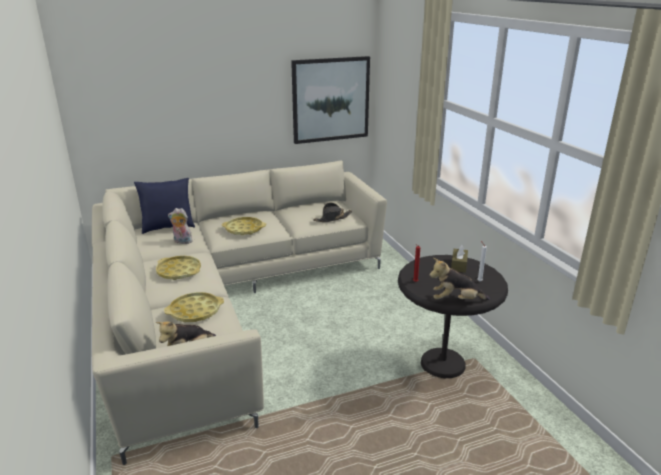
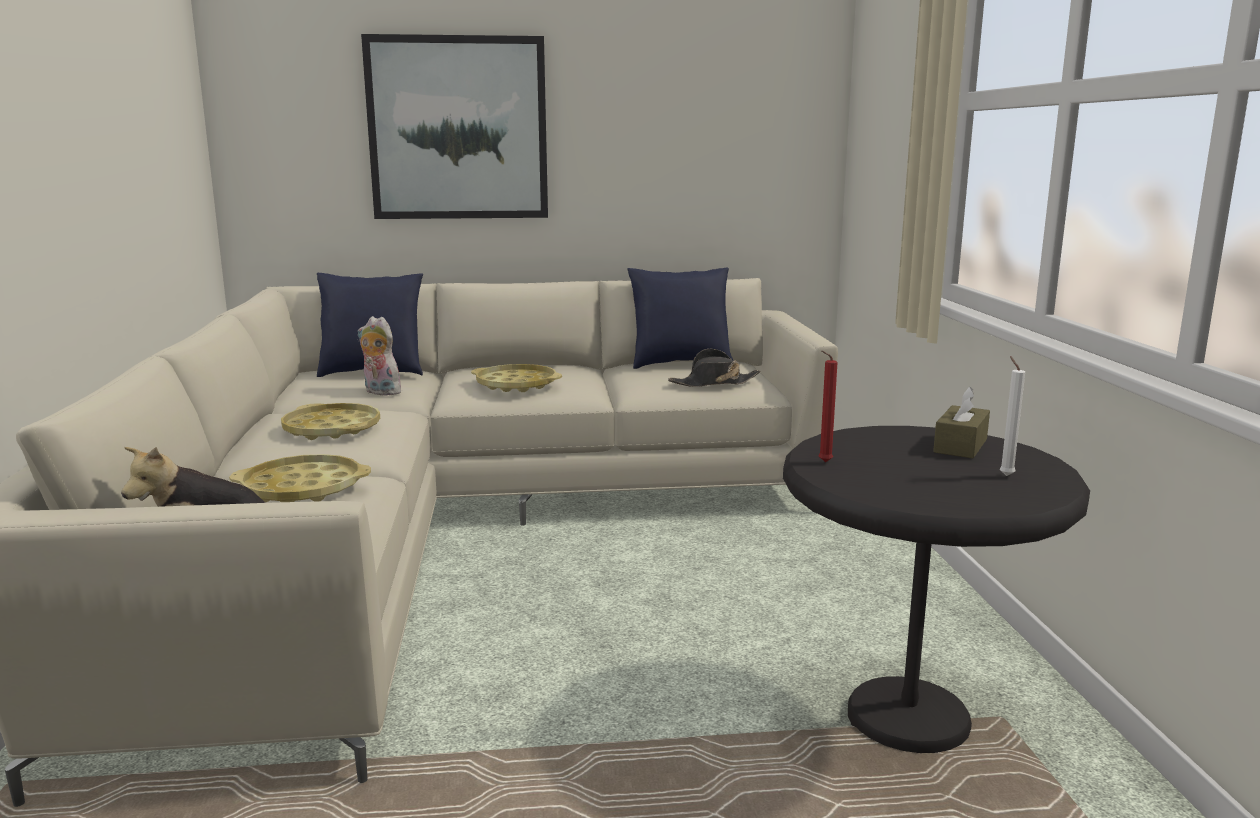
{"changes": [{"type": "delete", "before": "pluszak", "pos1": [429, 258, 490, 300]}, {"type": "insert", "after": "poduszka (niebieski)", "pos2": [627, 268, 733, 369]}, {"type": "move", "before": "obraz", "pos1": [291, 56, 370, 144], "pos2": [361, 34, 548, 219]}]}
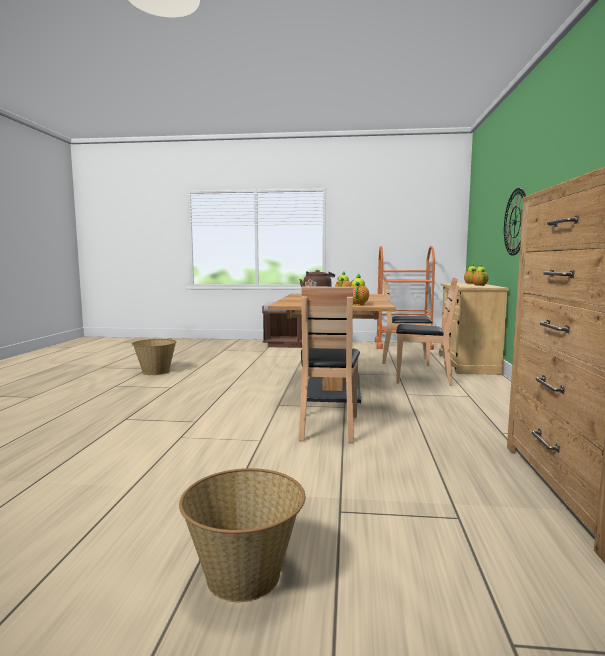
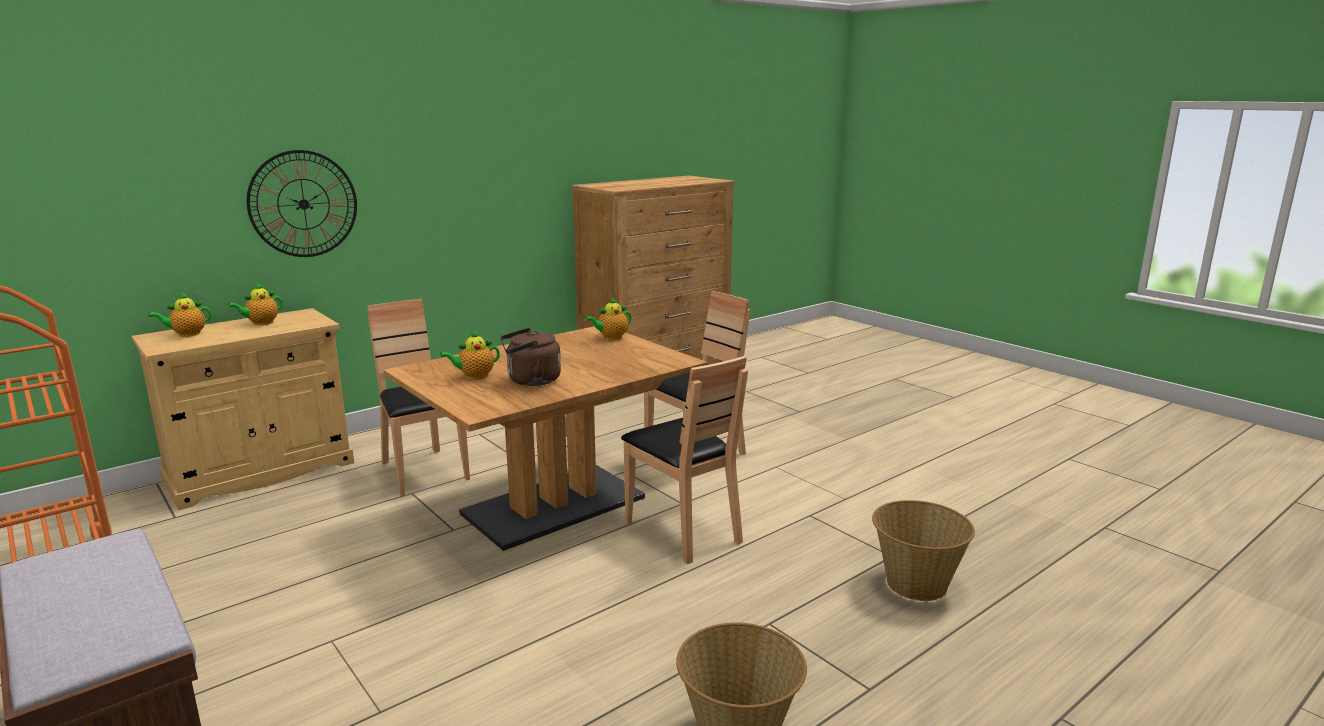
{"changes": [{"type": "move", "before": "koszyk", "pos1": [179, 468, 305, 602], "pos2": [872, 500, 975, 601]}, {"type": "move", "before": "krzesło (brązowy)", "pos1": [382, 275, 433, 366], "pos2": [621, 356, 748, 564]}]}
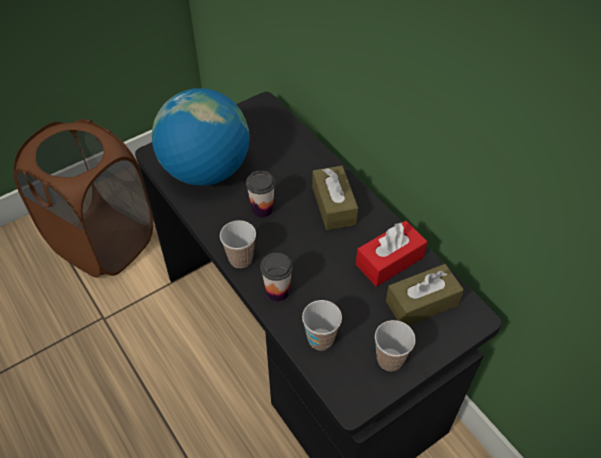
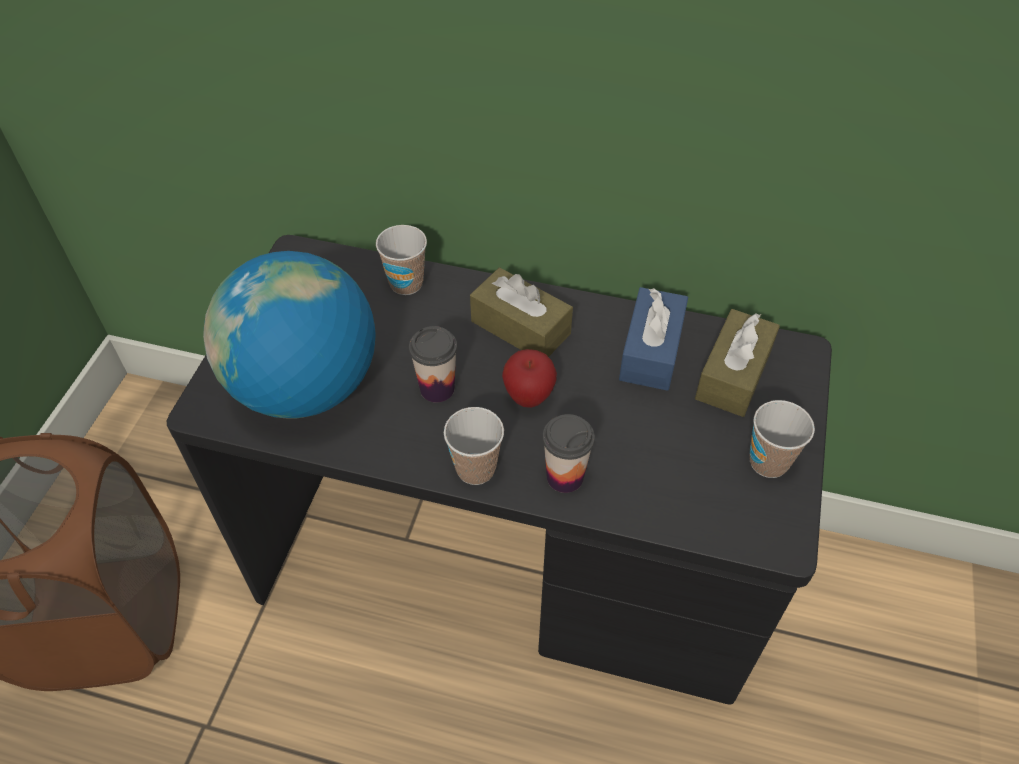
{"changes": [{"type": "insert", "after": "jabłko", "pos2": [502, 349, 557, 408]}, {"type": "move", "before": "filiżanka", "pos1": [302, 300, 342, 351], "pos2": [376, 225, 427, 295]}, {"type": "recolor", "before": "pudełko chusteczek (czerwony)", "after": "pudełko chusteczek (niebieski)", "pos1": [356, 221, 428, 287], "pos2": [619, 287, 688, 391]}]}
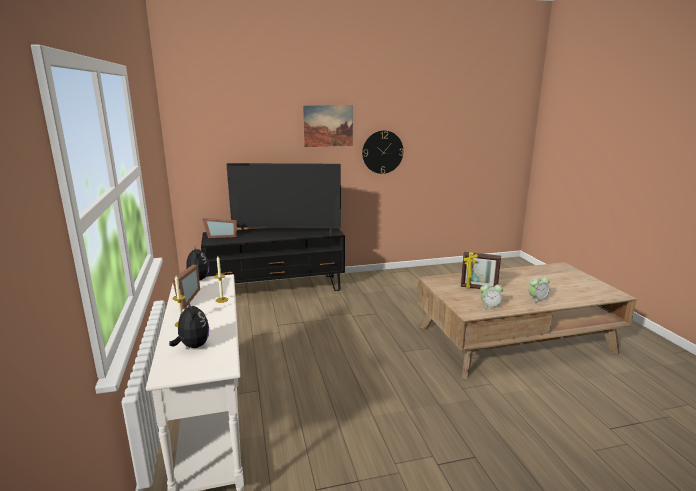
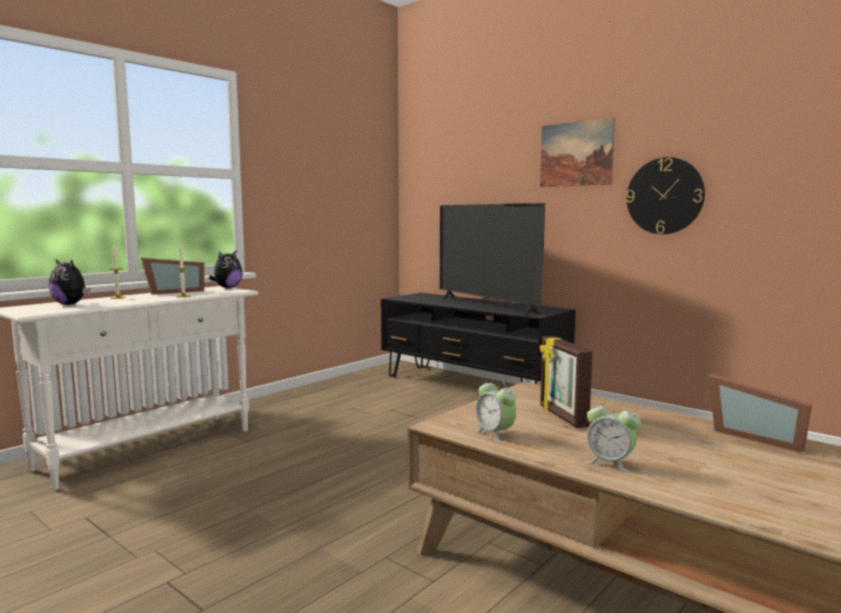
{"changes": [{"type": "move", "before": "ramka na zdjęcie", "pos1": [202, 218, 237, 238], "pos2": [708, 374, 812, 453]}, {"type": "rotate", "before": "pluszak", "pos1": [169, 300, 209, 348], "pos2": [49, 259, 91, 305], "turn": 90}]}
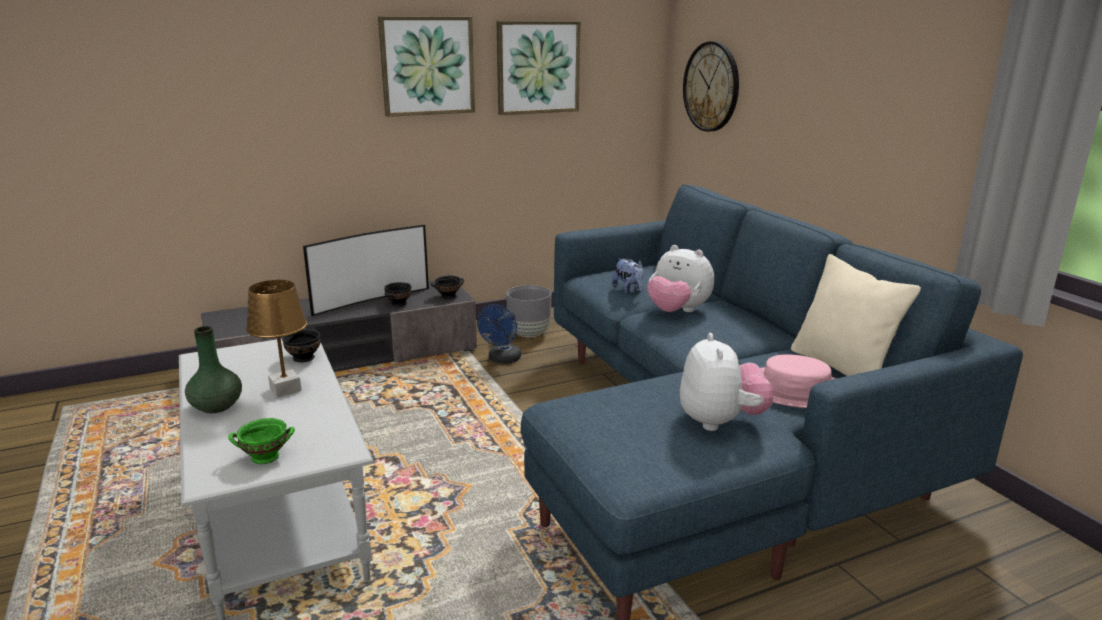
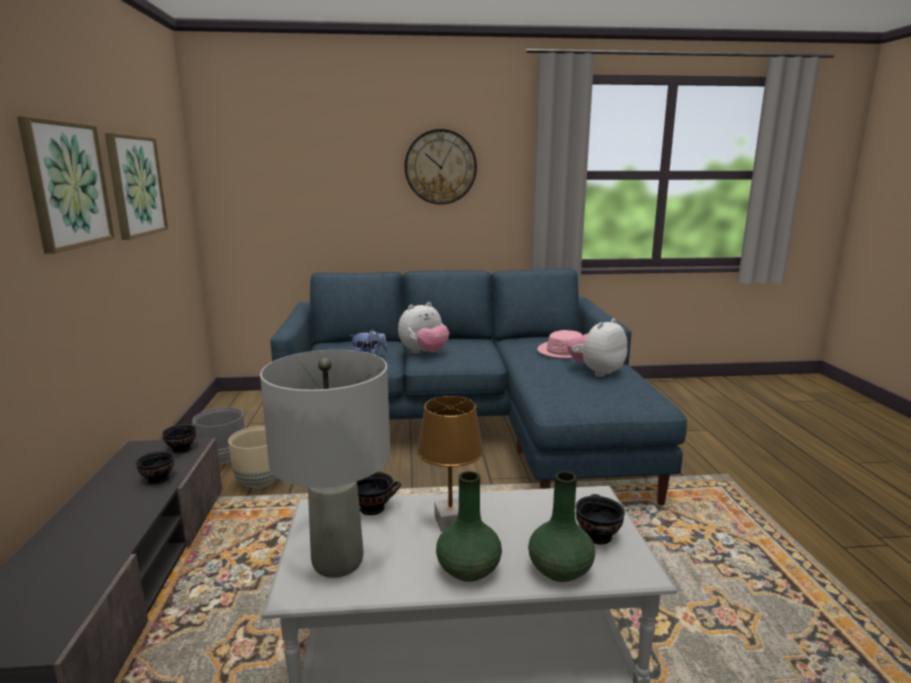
{"changes": [{"type": "delete", "before": "telewizor", "pos1": [303, 225, 429, 316]}, {"type": "delete", "before": "poduszka (beżowy)", "pos1": [791, 254, 921, 376]}, {"type": "insert", "after": "lampa stołowa (szary)", "pos2": [260, 350, 390, 578]}, {"type": "insert", "after": "wazon (zielony)", "pos2": [528, 471, 595, 582]}, {"type": "move", "before": "zegar ścienny", "pos1": [683, 41, 739, 132], "pos2": [405, 129, 477, 205]}, {"type": "replace", "before": "wentylator (niebieski)", "after": "donica (beżowy)", "pos1": [477, 304, 521, 364], "pos2": [228, 426, 278, 488]}, {"type": "recolor", "before": "miska (zielony)", "after": "miska (czarny)", "pos1": [228, 418, 295, 464], "pos2": [576, 494, 625, 545]}, {"type": "rotate", "before": "pluszak", "pos1": [680, 333, 773, 431], "pos2": [568, 318, 628, 377], "turn": -60}]}
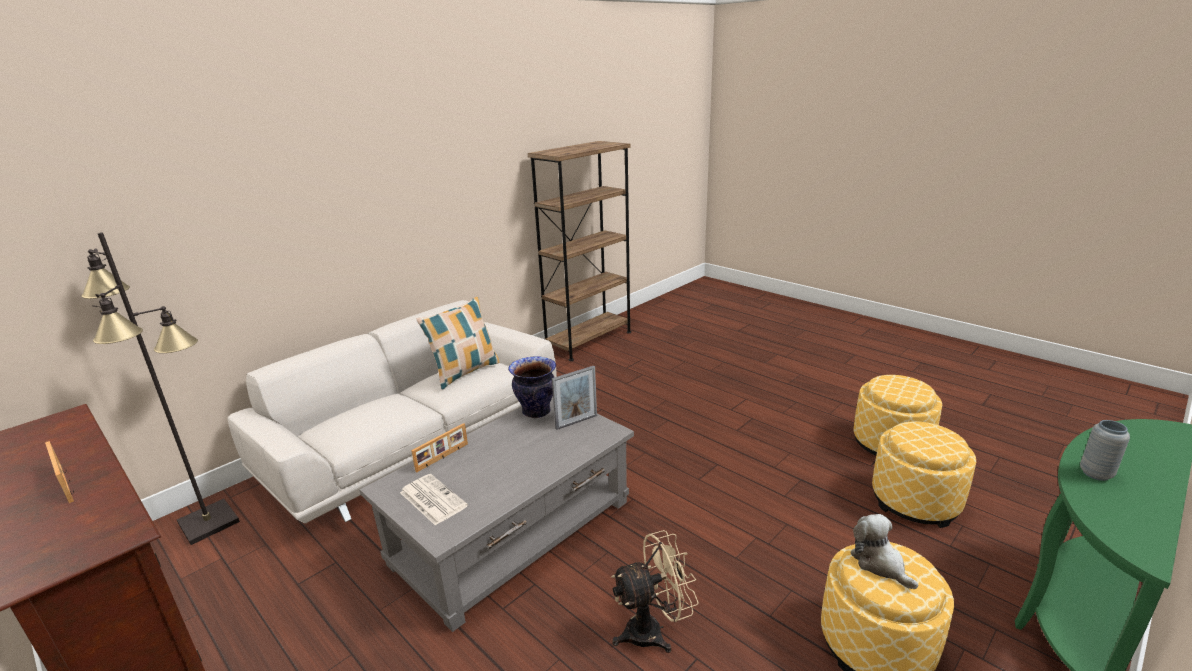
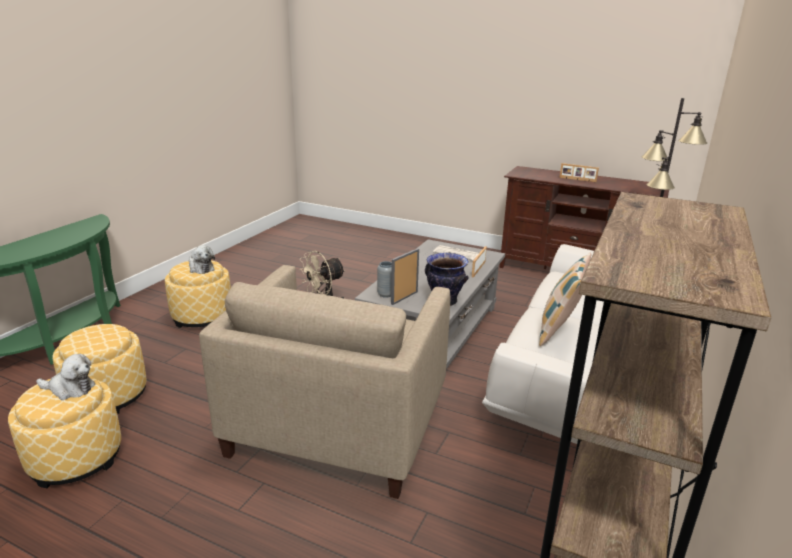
{"changes": [{"type": "insert", "after": "pluszak", "pos2": [36, 354, 95, 400]}, {"type": "insert", "after": "fotel (beżowy)", "pos2": [199, 265, 451, 499]}, {"type": "move", "before": "wazon (szary)", "pos1": [1080, 420, 1130, 481], "pos2": [377, 261, 392, 298]}]}
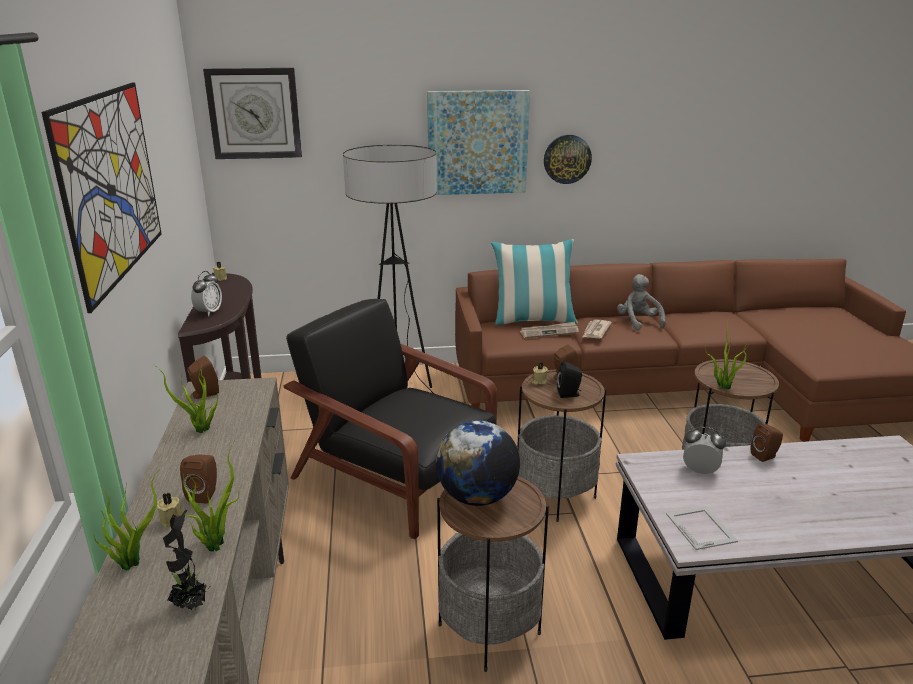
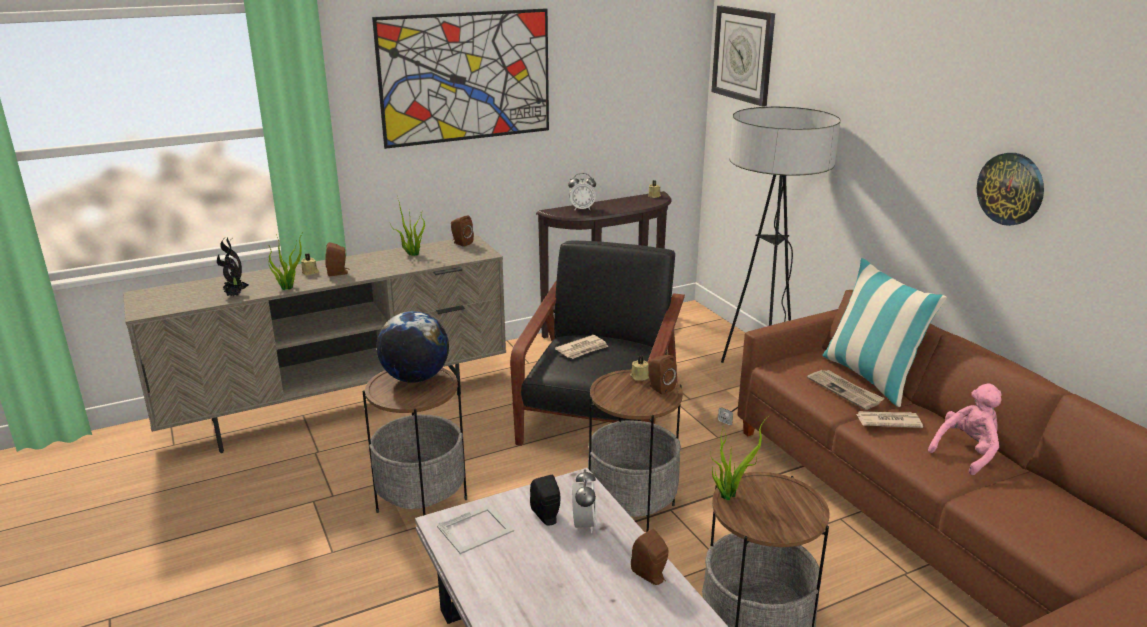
{"changes": [{"type": "delete", "before": "roślina doniczkowa", "pos1": [91, 469, 160, 570]}, {"type": "delete", "before": "obraz", "pos1": [427, 90, 530, 195]}, {"type": "insert", "after": "gazeta", "pos2": [555, 335, 609, 359]}, {"type": "move", "before": "głośnik (czarny)", "pos1": [557, 361, 582, 398], "pos2": [530, 475, 560, 526]}, {"type": "recolor", "before": "pluszak (szary)", "after": "pluszak (różowy)", "pos1": [617, 274, 666, 331], "pos2": [928, 383, 1002, 475]}]}
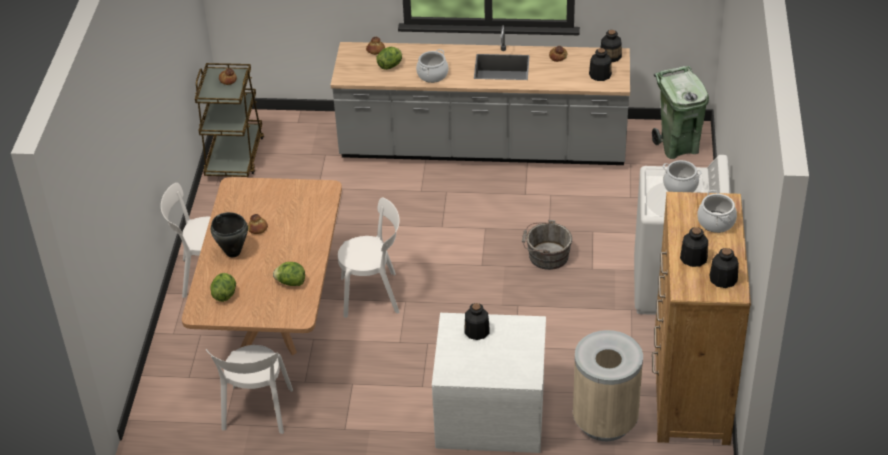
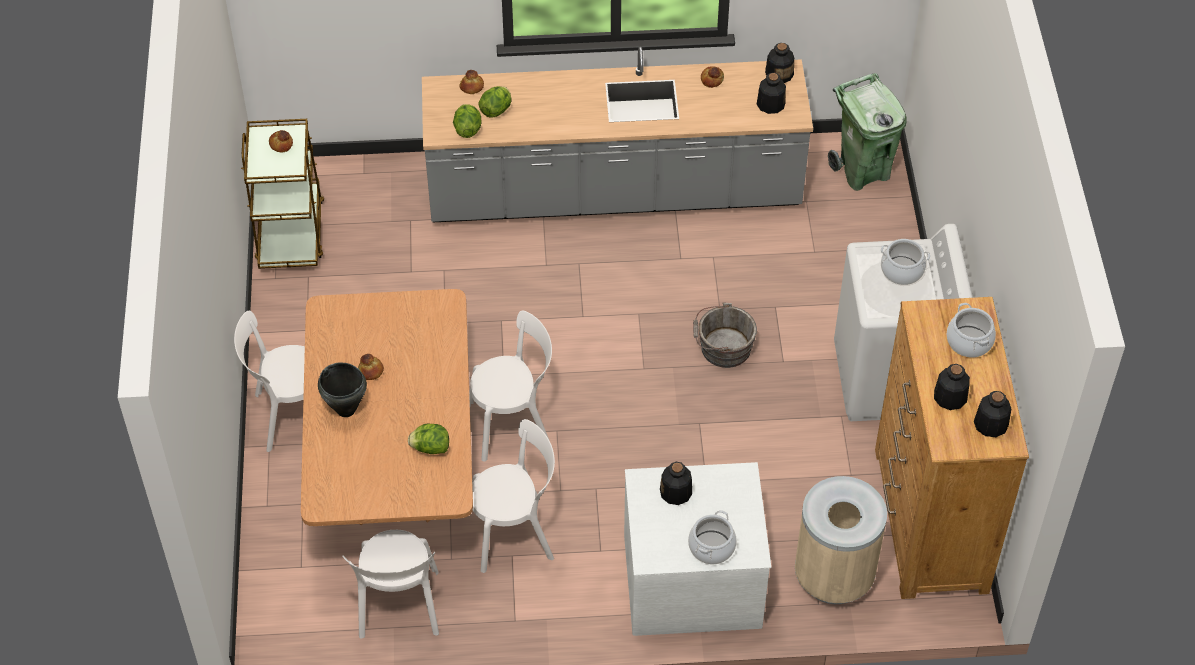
{"changes": [{"type": "insert", "after": "krzesło (biały)", "pos2": [472, 419, 555, 573]}, {"type": "move", "before": "sałata", "pos1": [211, 273, 236, 302], "pos2": [453, 104, 482, 138]}, {"type": "move", "before": "garnek", "pos1": [416, 49, 448, 83], "pos2": [688, 510, 737, 564]}]}
